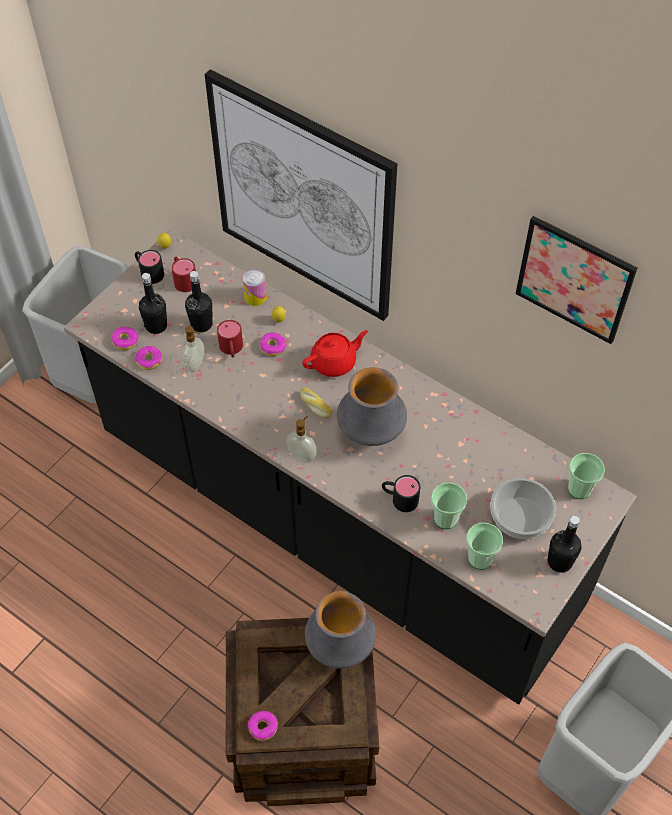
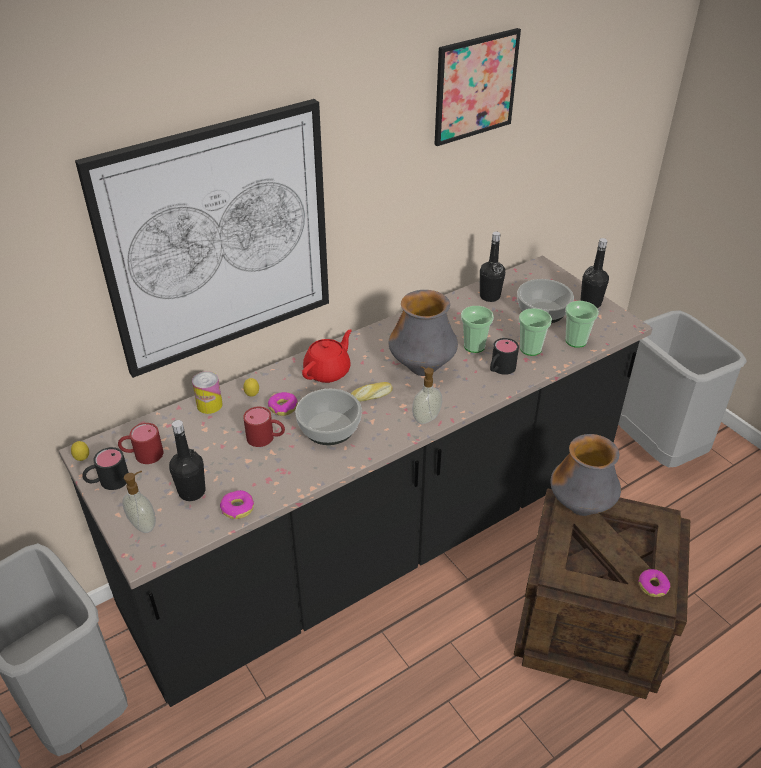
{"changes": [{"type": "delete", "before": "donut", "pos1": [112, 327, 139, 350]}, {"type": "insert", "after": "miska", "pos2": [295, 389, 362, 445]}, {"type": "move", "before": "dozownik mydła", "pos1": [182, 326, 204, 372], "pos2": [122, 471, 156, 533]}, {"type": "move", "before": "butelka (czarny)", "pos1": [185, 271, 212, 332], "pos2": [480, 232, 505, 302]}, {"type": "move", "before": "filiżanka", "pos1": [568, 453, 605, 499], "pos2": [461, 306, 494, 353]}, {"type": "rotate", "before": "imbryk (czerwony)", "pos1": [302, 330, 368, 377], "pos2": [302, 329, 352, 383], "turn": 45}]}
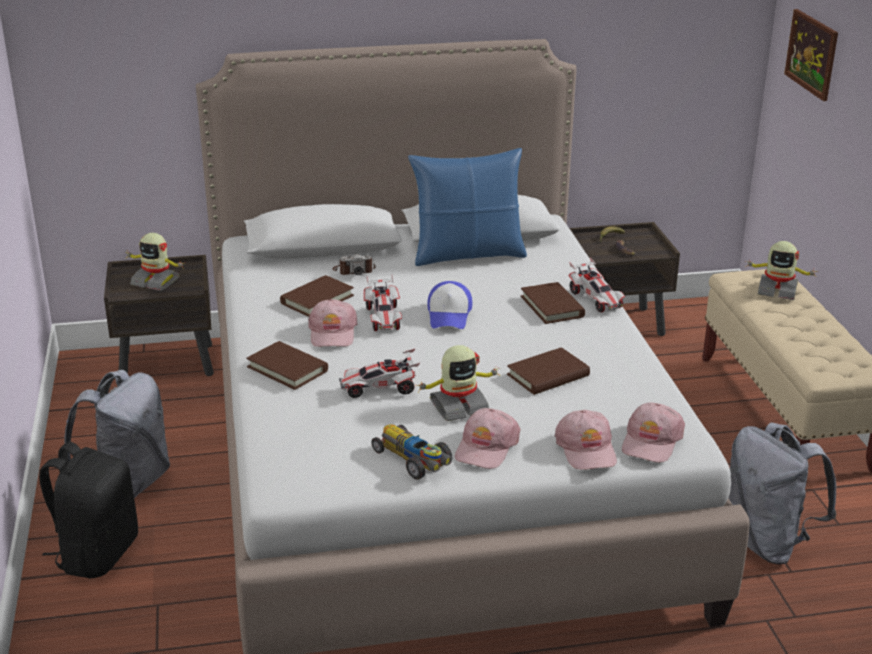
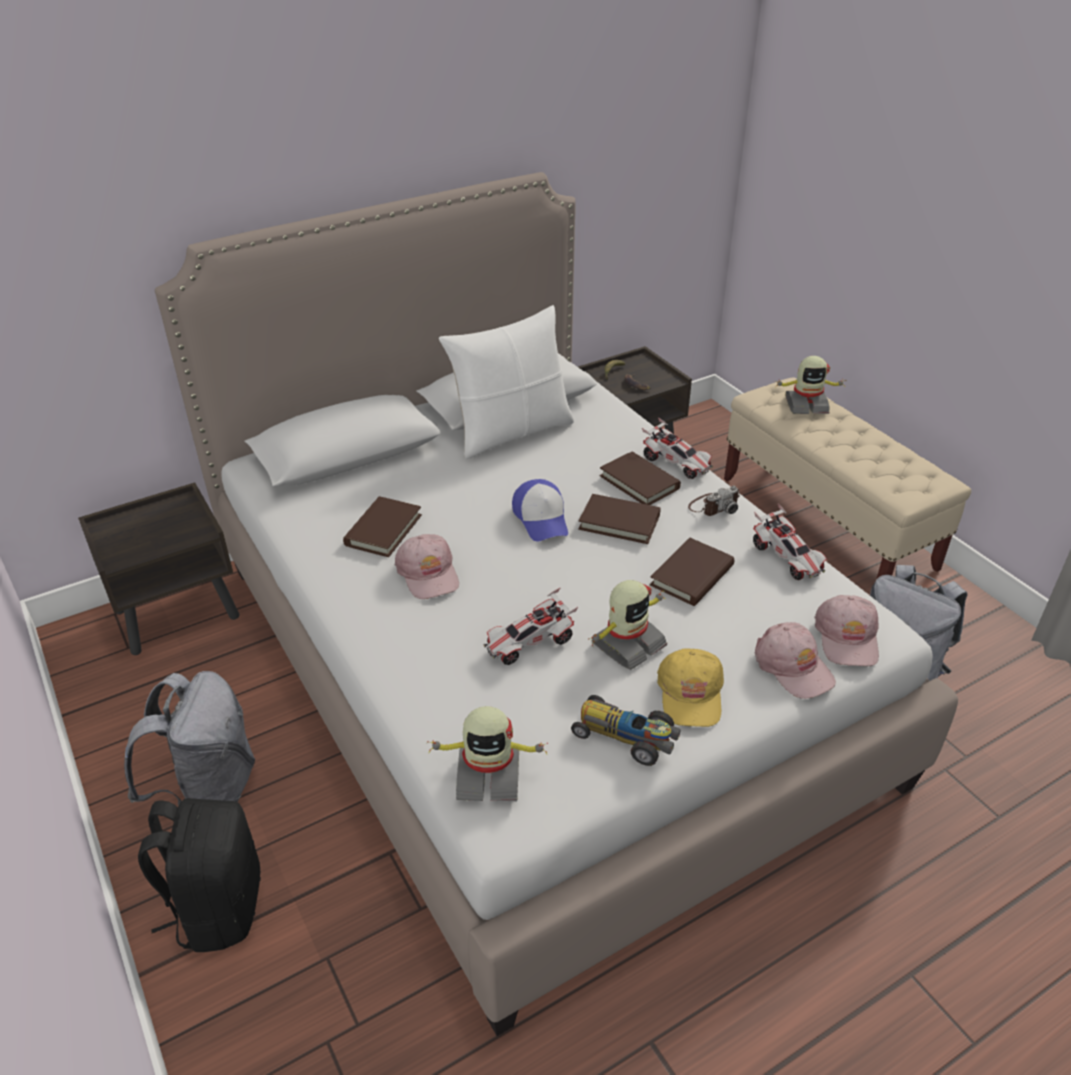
{"changes": [{"type": "delete", "before": "obraz", "pos1": [784, 9, 838, 101]}, {"type": "move", "before": "robot zabawkowy", "pos1": [124, 233, 184, 291], "pos2": [427, 706, 548, 801]}, {"type": "move", "before": "książka (brązowy)", "pos1": [246, 341, 328, 390], "pos2": [578, 494, 661, 544]}, {"type": "move", "before": "aparat fotograficzny", "pos1": [332, 254, 376, 275], "pos2": [688, 486, 740, 516]}, {"type": "move", "before": "samochodzik", "pos1": [364, 276, 402, 331], "pos2": [753, 503, 827, 580]}, {"type": "recolor", "before": "poduszka (niebieski)", "after": "poduszka (biały)", "pos1": [408, 148, 527, 266], "pos2": [439, 305, 574, 459]}, {"type": "recolor", "before": "czapka z daszkiem (różowy)", "after": "czapka z daszkiem (żółty)", "pos1": [455, 408, 520, 469], "pos2": [657, 648, 724, 727]}]}
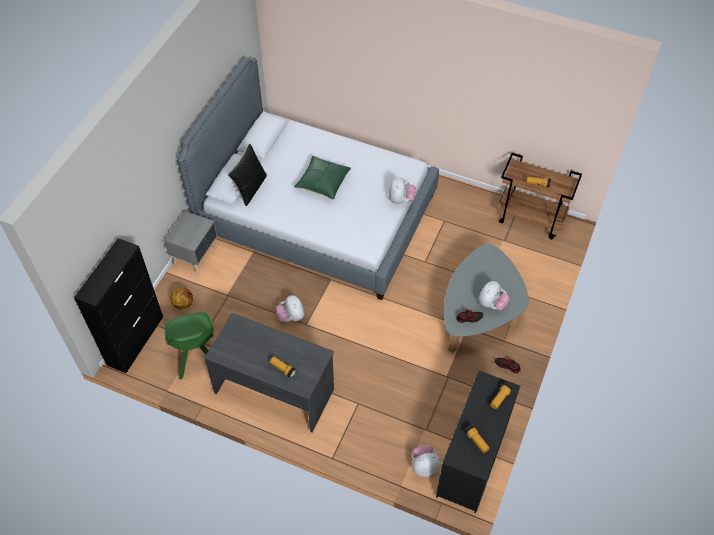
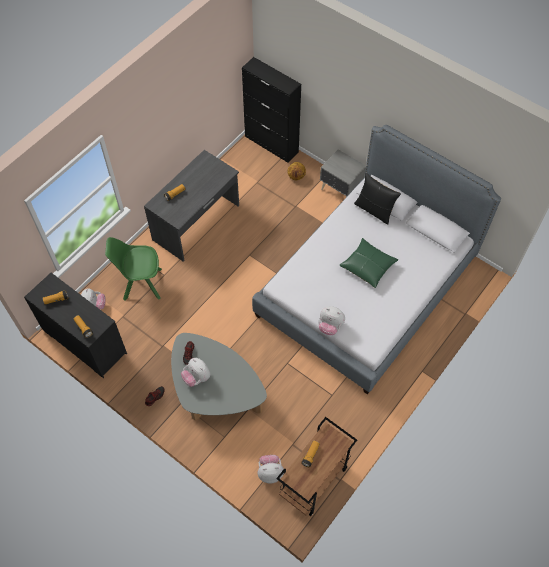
{"changes": [{"type": "move", "before": "krzesło (zielony)", "pos1": [164, 312, 214, 380], "pos2": [105, 237, 162, 300]}, {"type": "move", "before": "pluszak", "pos1": [276, 295, 304, 322], "pos2": [258, 455, 284, 484]}]}
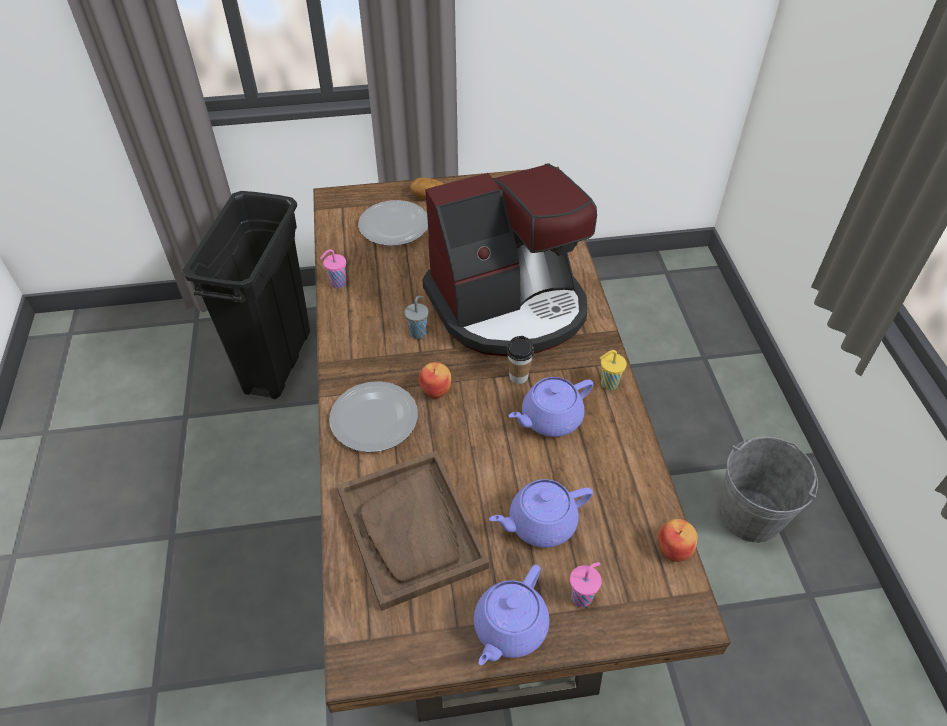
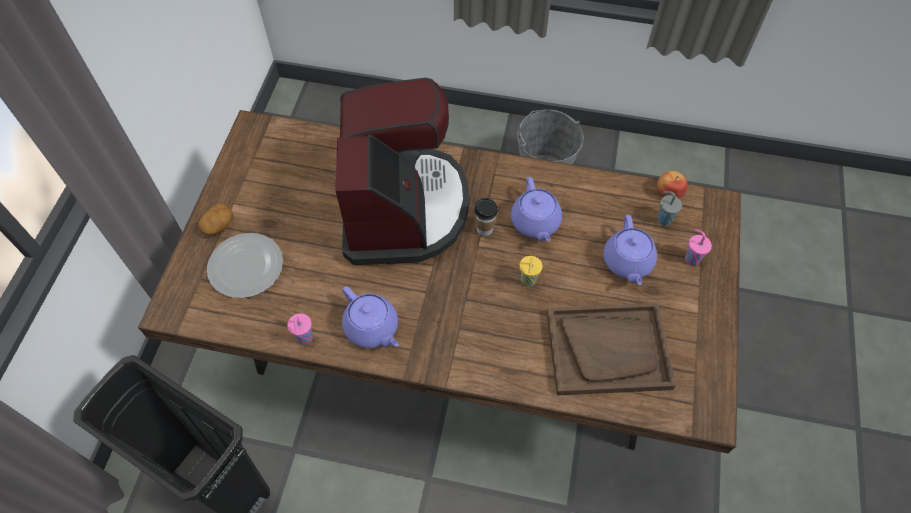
{"changes": [{"type": "delete", "before": "talerz", "pos1": [329, 381, 418, 452]}, {"type": "delete", "before": "jabłko", "pos1": [419, 362, 451, 399]}, {"type": "move", "before": "filiżanka (szary)", "pos1": [404, 296, 428, 339], "pos2": [657, 191, 682, 226]}, {"type": "move", "before": "imbryk (fioletowy)", "pos1": [474, 565, 549, 665], "pos2": [342, 286, 399, 348]}, {"type": "move", "before": "filiżanka (żółty)", "pos1": [600, 350, 627, 390], "pos2": [520, 256, 542, 287]}]}
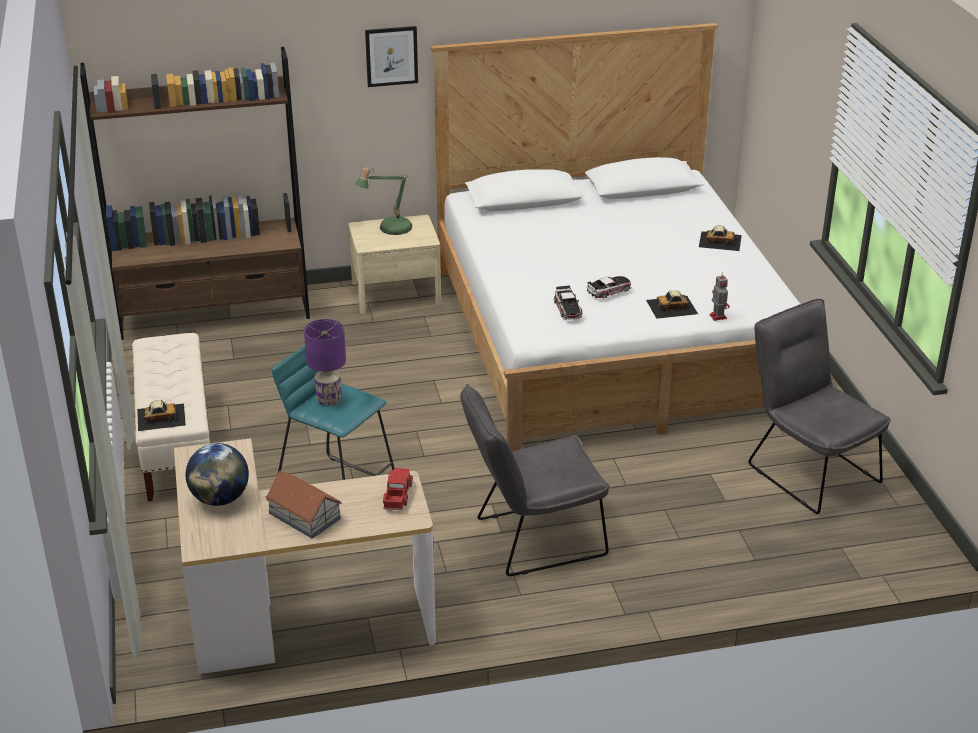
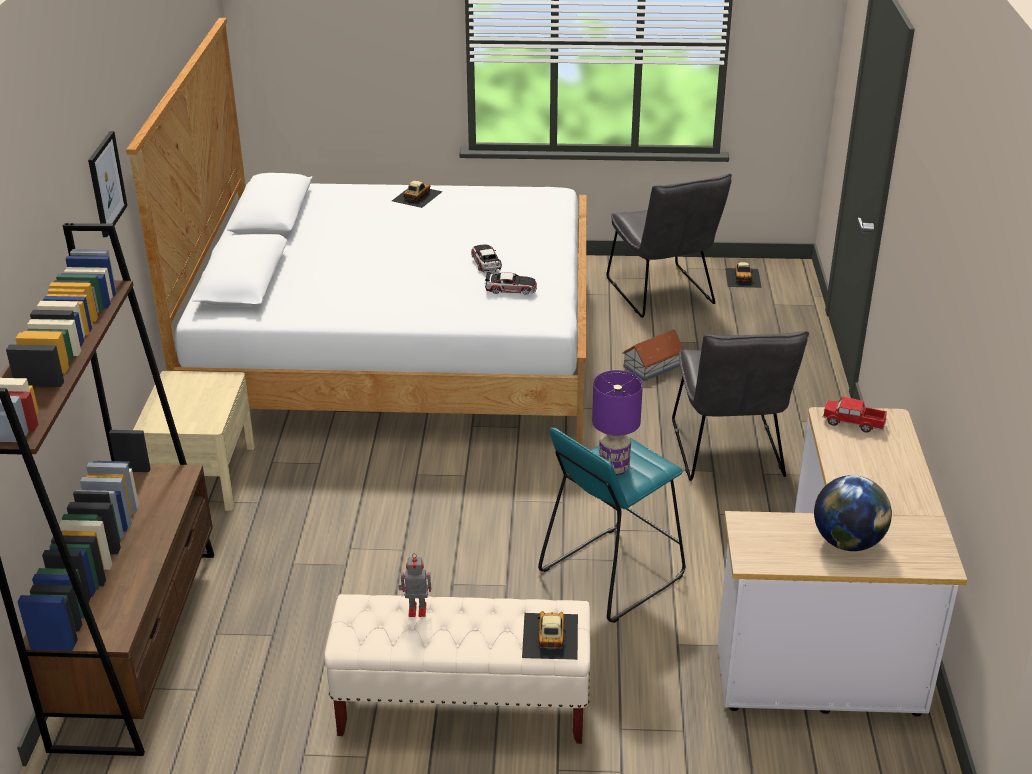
{"changes": [{"type": "delete", "before": "lampa stołowa", "pos1": [355, 167, 412, 235]}, {"type": "move", "before": "domek", "pos1": [265, 471, 342, 539], "pos2": [622, 330, 684, 381]}, {"type": "move", "before": "samochodzik", "pos1": [646, 290, 698, 319], "pos2": [725, 262, 762, 288]}, {"type": "move", "before": "robot zabawkowy", "pos1": [710, 272, 730, 321], "pos2": [398, 553, 431, 617]}, {"type": "rotate", "before": "krzesło (szary)", "pos1": [748, 299, 891, 514], "pos2": [606, 173, 732, 318], "turn": -90}]}
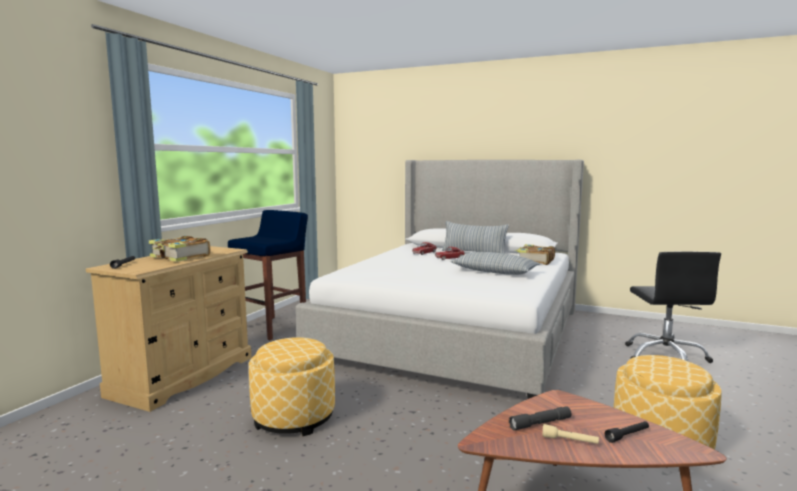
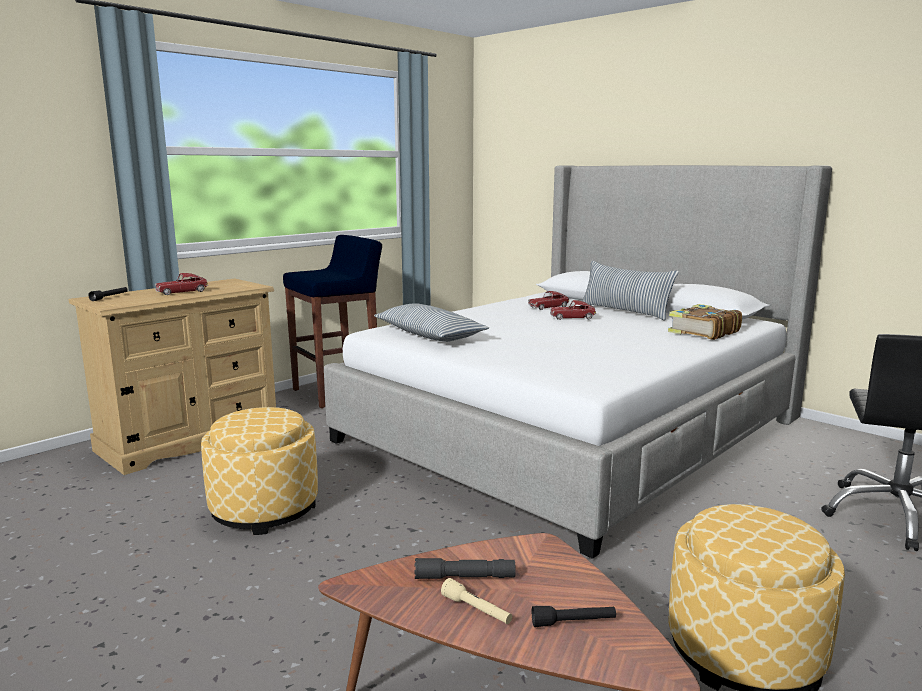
{"changes": [{"type": "move", "before": "poduszka", "pos1": [451, 252, 541, 275], "pos2": [374, 304, 489, 342]}, {"type": "replace", "before": "książka", "after": "samochodzik", "pos1": [149, 236, 210, 262], "pos2": [155, 273, 208, 295]}]}
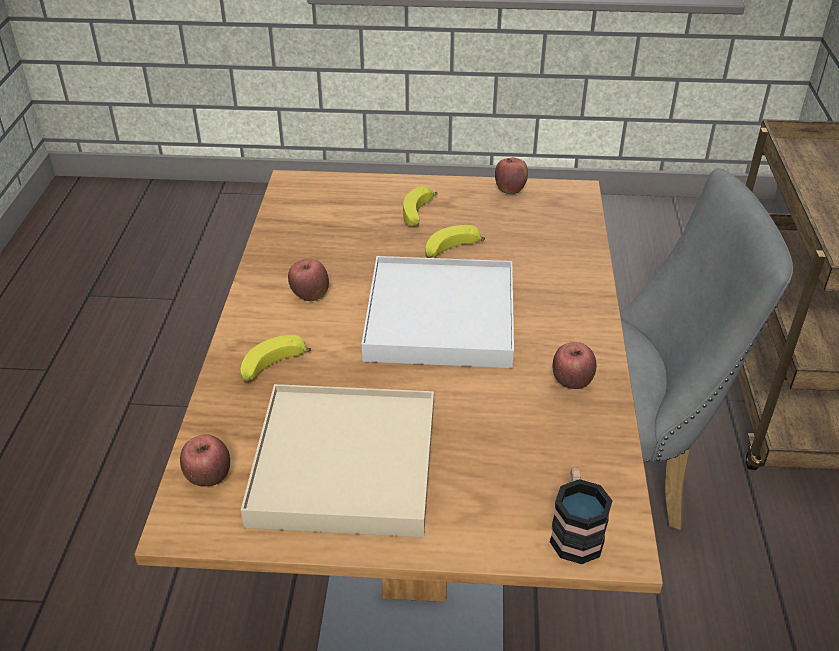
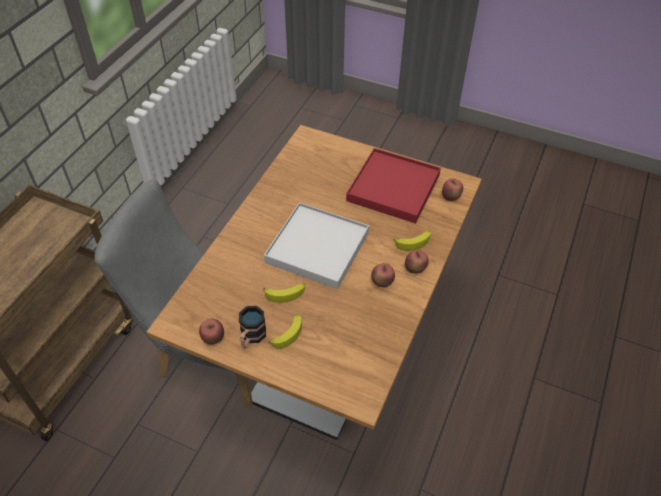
{"changes": [{"type": "move", "before": "kubek", "pos1": [550, 467, 612, 564], "pos2": [239, 306, 266, 348]}, {"type": "move", "before": "jabłko", "pos1": [553, 342, 597, 389], "pos2": [405, 250, 429, 274]}, {"type": "recolor", "before": "taca (beżowy)", "after": "taca (czerwony)", "pos1": [241, 384, 434, 537], "pos2": [346, 148, 441, 224]}]}
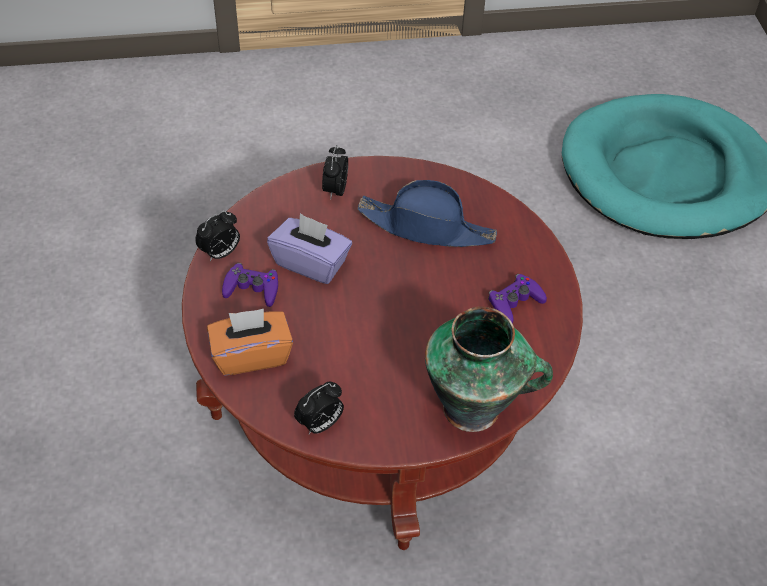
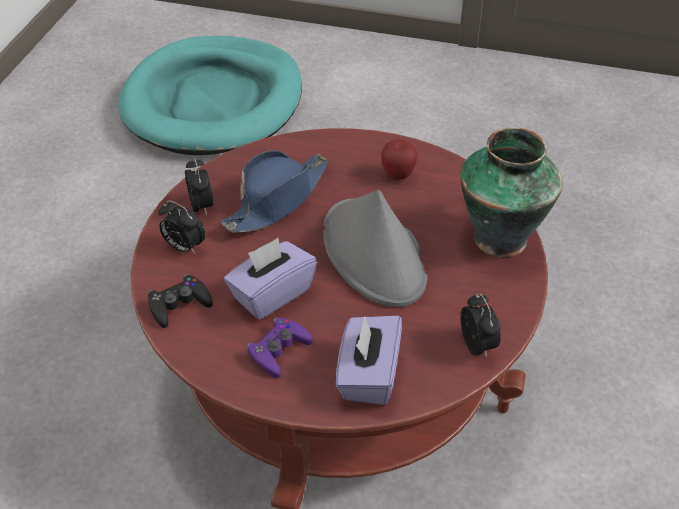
{"changes": [{"type": "insert", "after": "pad do gier (czarny)", "pos2": [148, 274, 213, 328]}, {"type": "insert", "after": "kapelusz (szary)", "pos2": [323, 190, 427, 307]}, {"type": "move", "before": "budzik", "pos1": [195, 211, 240, 261], "pos2": [185, 158, 213, 216]}, {"type": "replace", "before": "pad do gier (fioletowy)", "after": "jabłko", "pos1": [488, 274, 547, 323], "pos2": [381, 139, 418, 180]}, {"type": "recolor", "before": "pudełko chusteczek (pomarańczowy)", "after": "pudełko chusteczek (fioletowy)", "pos1": [207, 309, 293, 376], "pos2": [336, 316, 402, 405]}]}
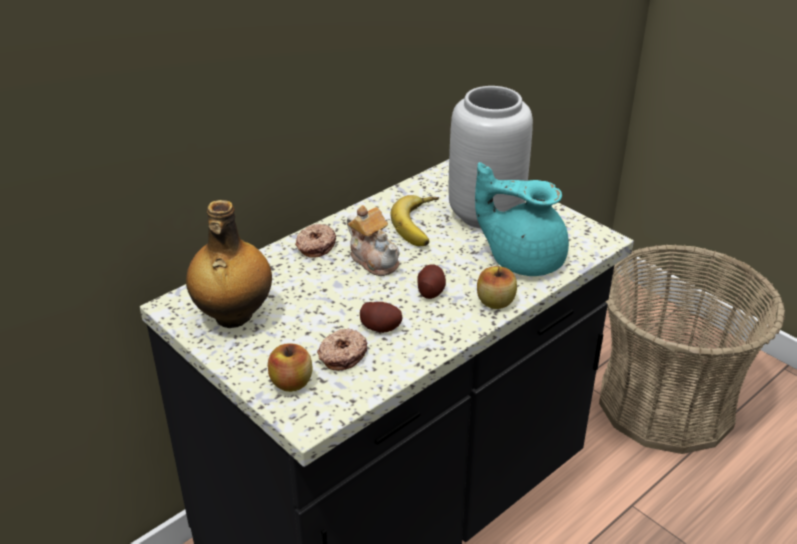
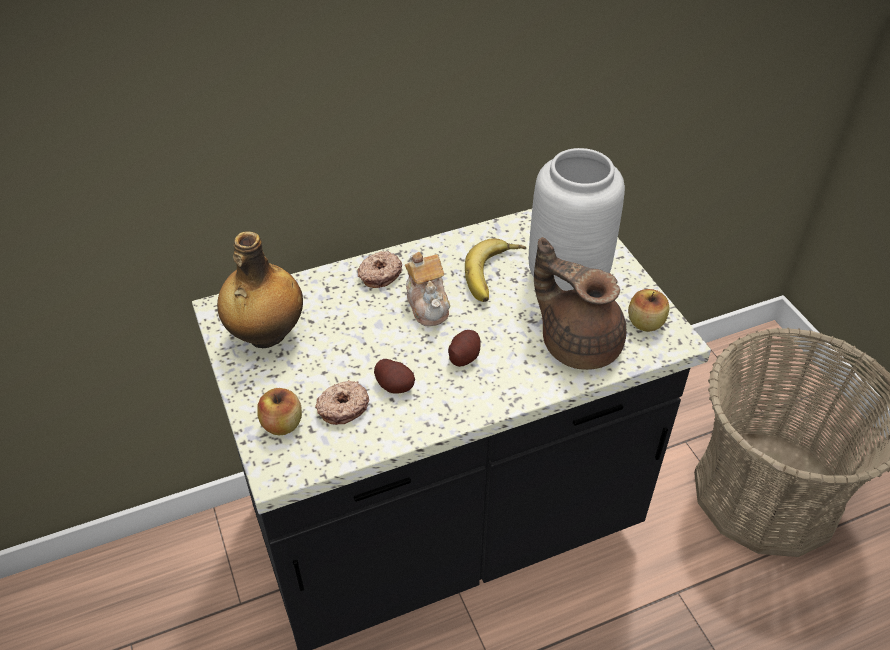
{"changes": [{"type": "move", "before": "jabłko", "pos1": [477, 266, 517, 309], "pos2": [628, 289, 669, 332]}, {"type": "recolor", "before": "imbryk (turkusowy)", "after": "imbryk (brązowy)", "pos1": [475, 162, 569, 276], "pos2": [534, 237, 626, 370]}]}
